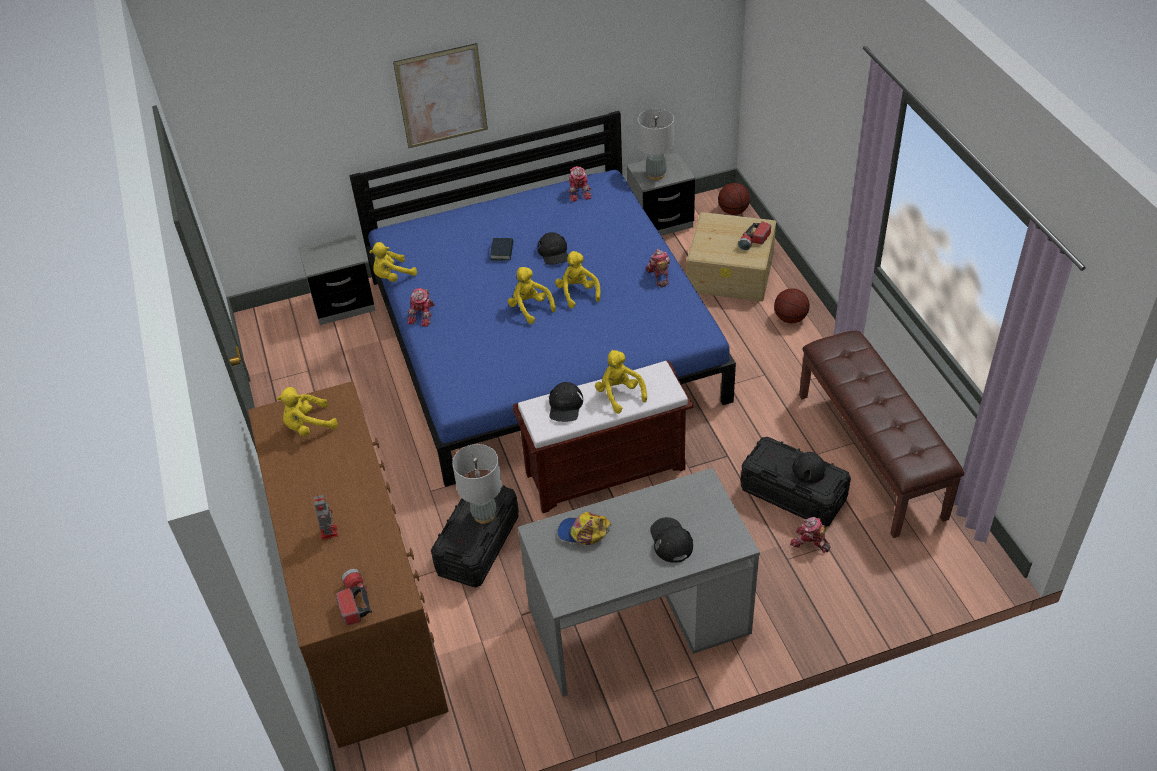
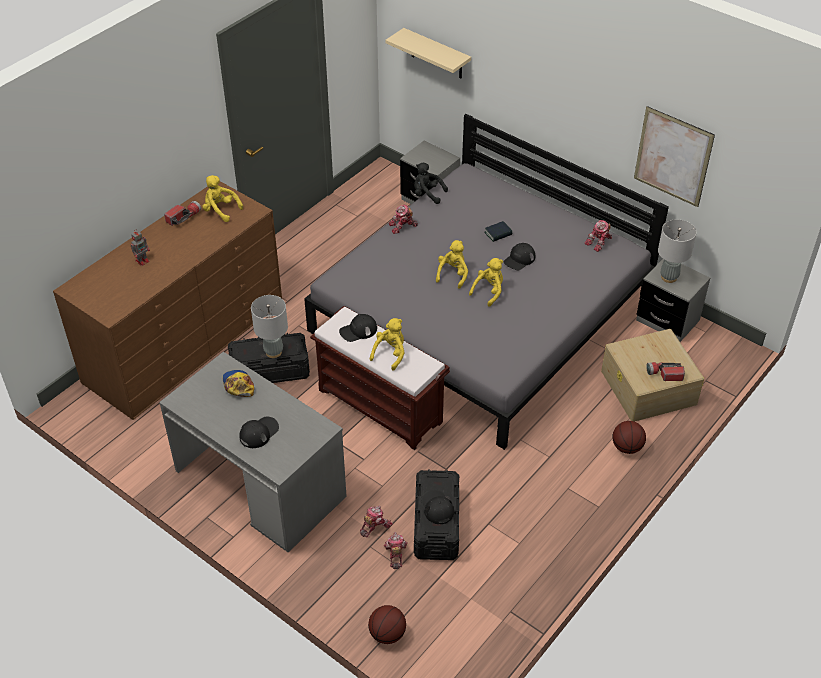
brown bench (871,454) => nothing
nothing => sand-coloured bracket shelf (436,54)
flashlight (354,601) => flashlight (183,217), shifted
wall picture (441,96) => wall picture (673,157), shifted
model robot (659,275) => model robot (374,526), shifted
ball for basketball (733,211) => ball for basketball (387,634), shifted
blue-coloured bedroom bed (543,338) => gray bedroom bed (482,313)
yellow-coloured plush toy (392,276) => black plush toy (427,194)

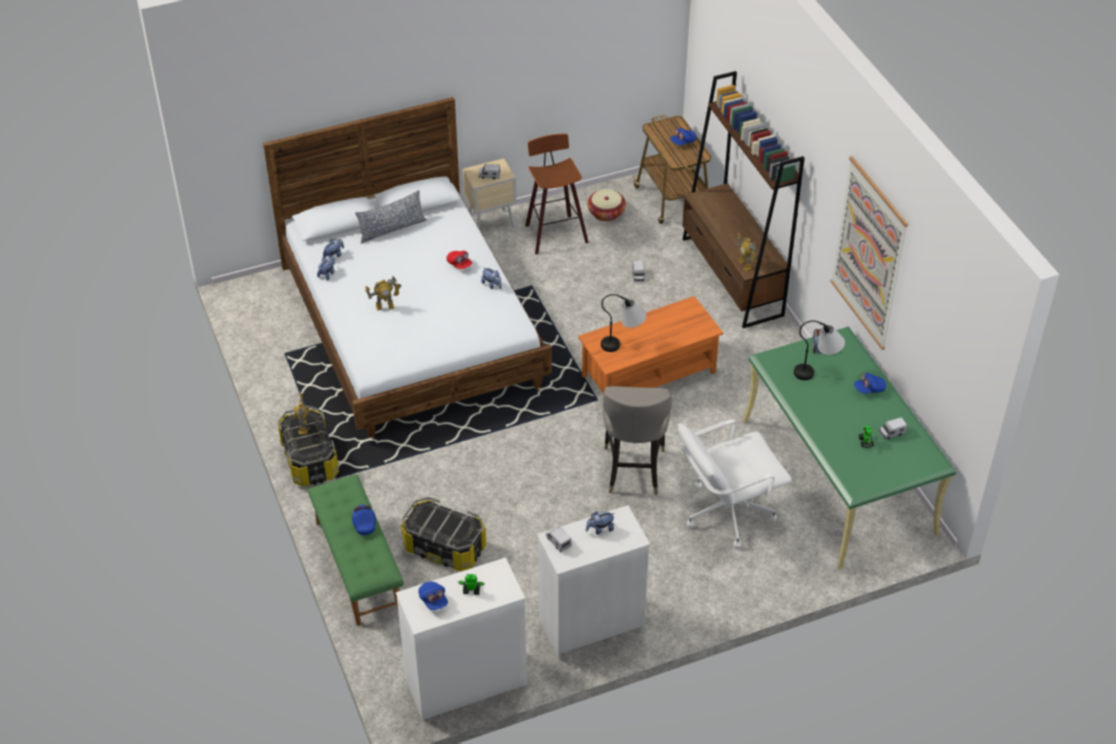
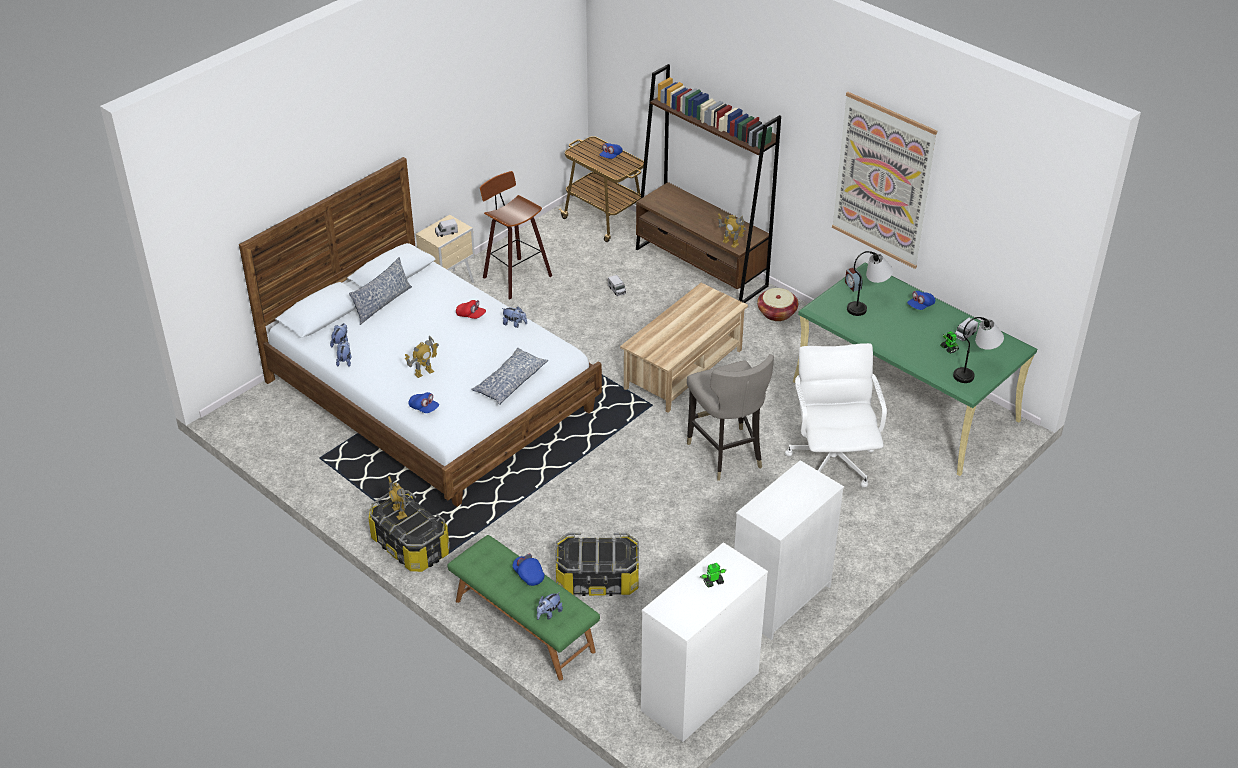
toy lorry (558,541) => nothing
nothing => pillow (509,382)
blue-coloured cap (433,600) => blue-coloured cap (424,408), shifted
plush toy (600,529) => plush toy (549,613), shifted
basket (606,213) => basket (777,313), shifted
lamp for a table (623,345) => lamp for a table (975,372), shifted
orangey low table (648,375) => sand-coloured low table (683,369)
white-coloured office chair (727,512) => white-coloured office chair (832,461), 135 degrees clockwise

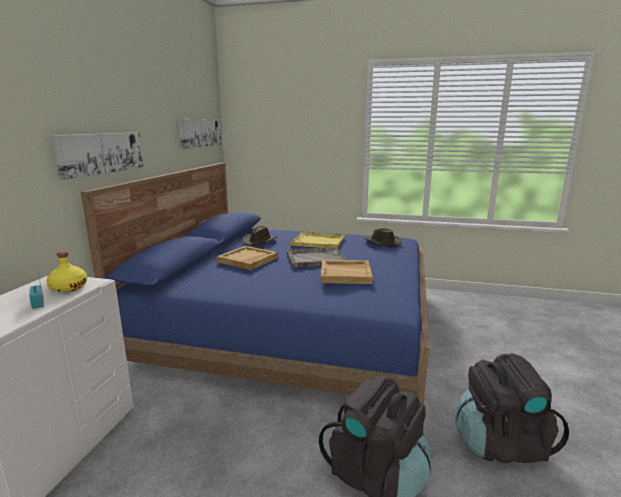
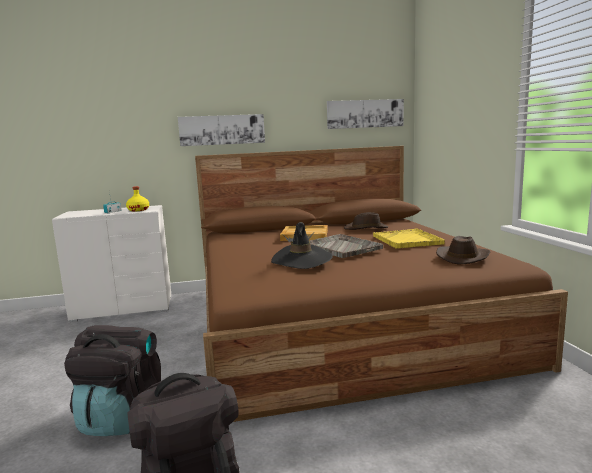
sand-coloured tray (346,274) => black wearable hat (301,260)
blue-coloured bedroom bed (293,323) => brown bedroom bed (340,321)

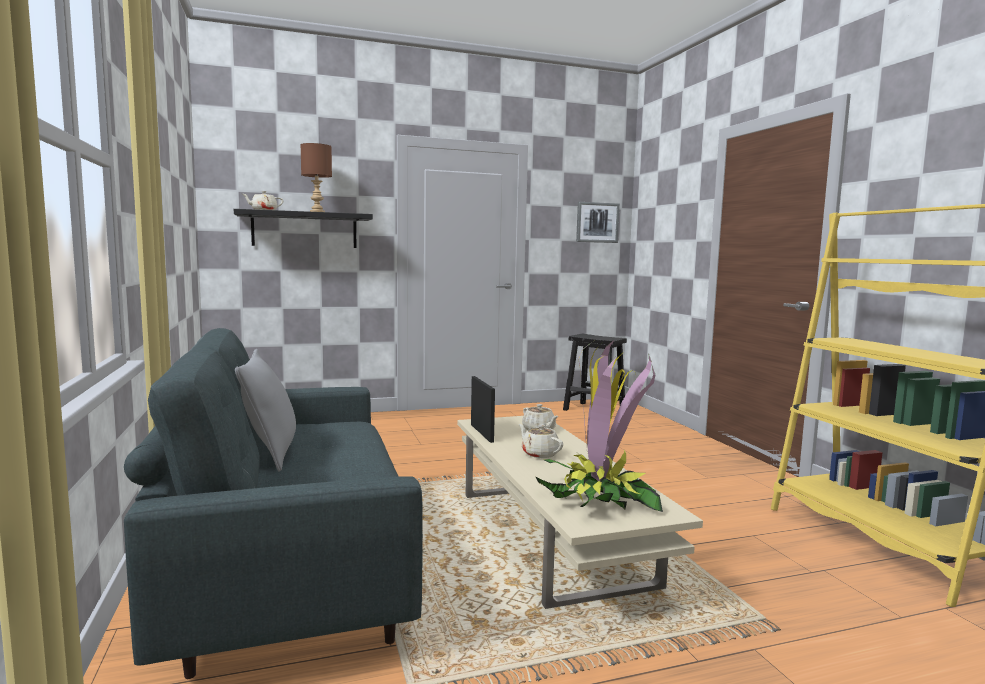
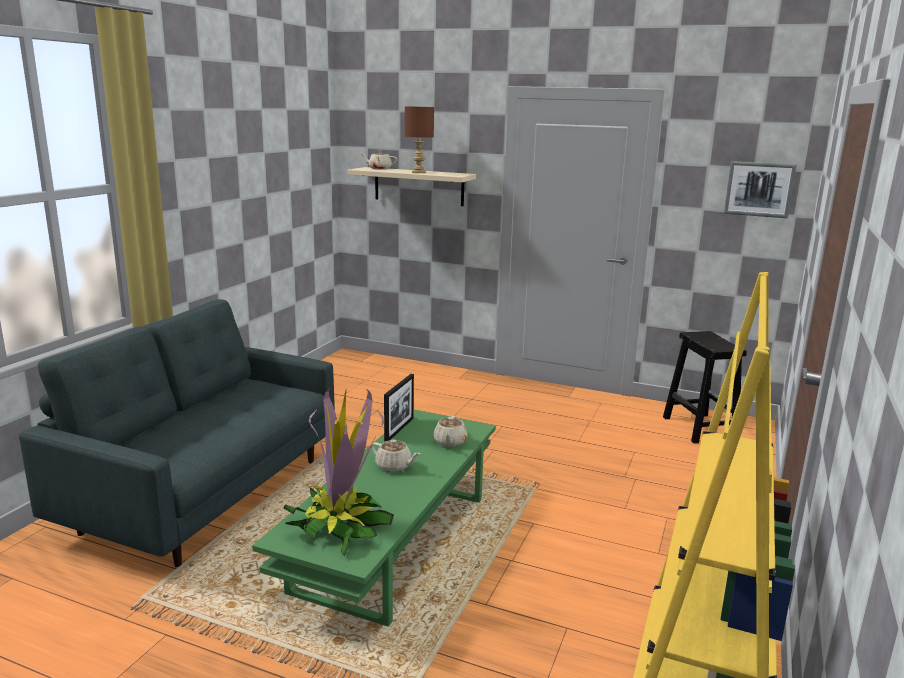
gray pillow (271,453) => nothing
black bracket shelf (305,230) => sand-coloured bracket shelf (418,186)
sand-coloured low table (549,535) => green low table (394,542)
sand-coloured pot for tea (539,454) => sand-coloured pot for tea (394,466), 120 degrees clockwise

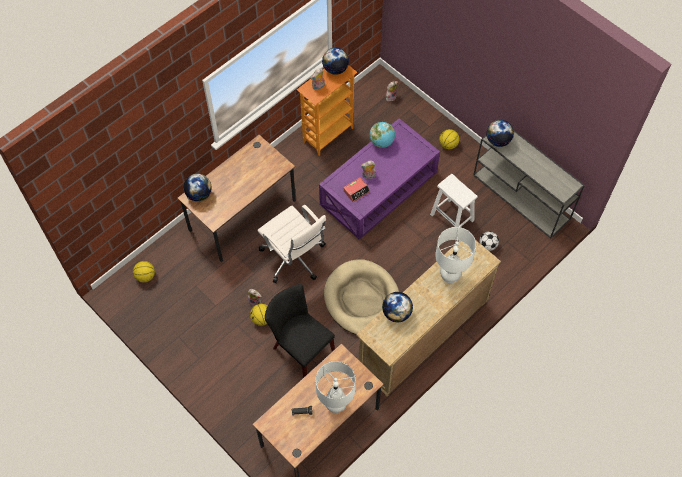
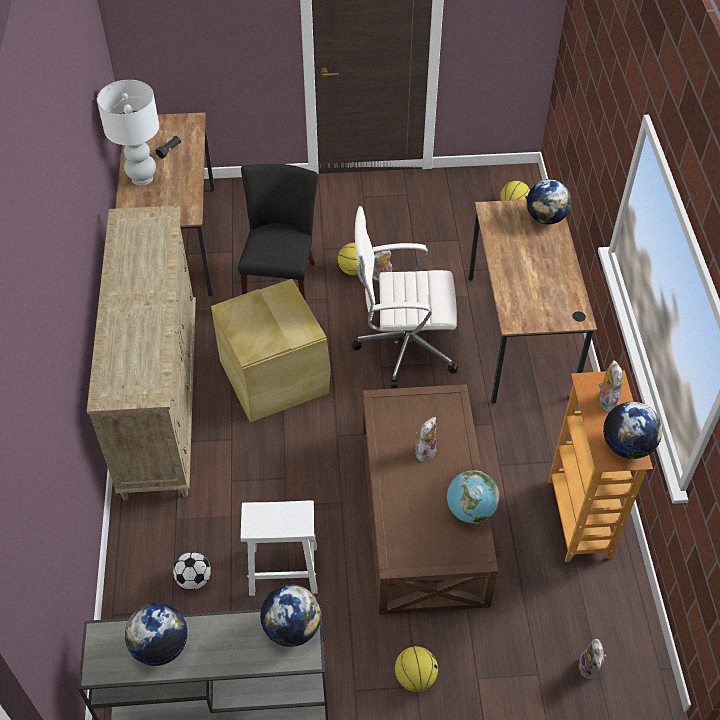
alarm clock (356,191) => nothing
white-coloured lamp for a table (449,276) => nothing
desk globe (396,313) => desk globe (160,646), shifted
sand-coloured pet bed (362,300) => sand-coloured storage bin (274,375)
purple low table (378,187) => brown low table (424,514)
black plain chair (300,347) => black plain chair (282,280), 75 degrees counterclockwise

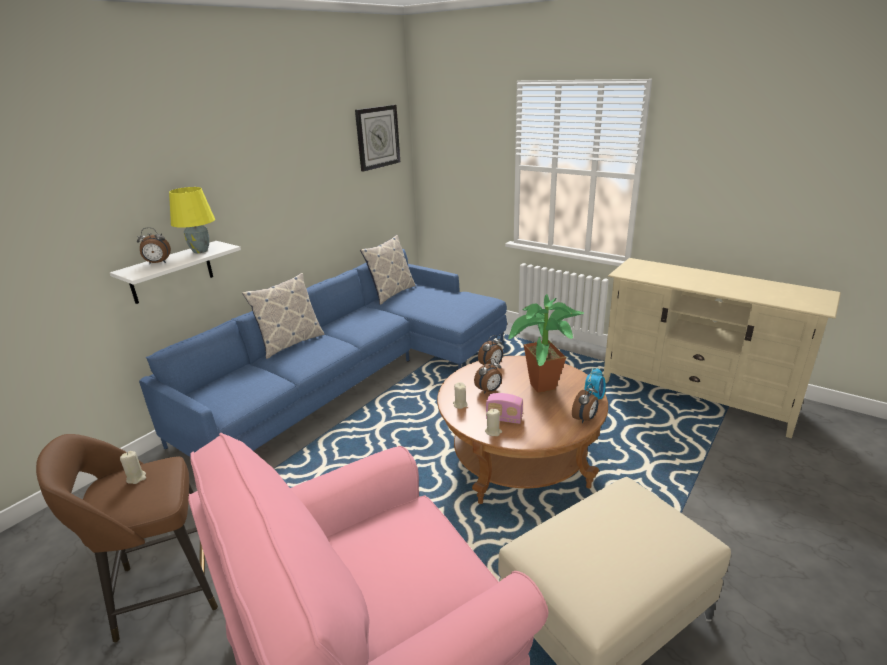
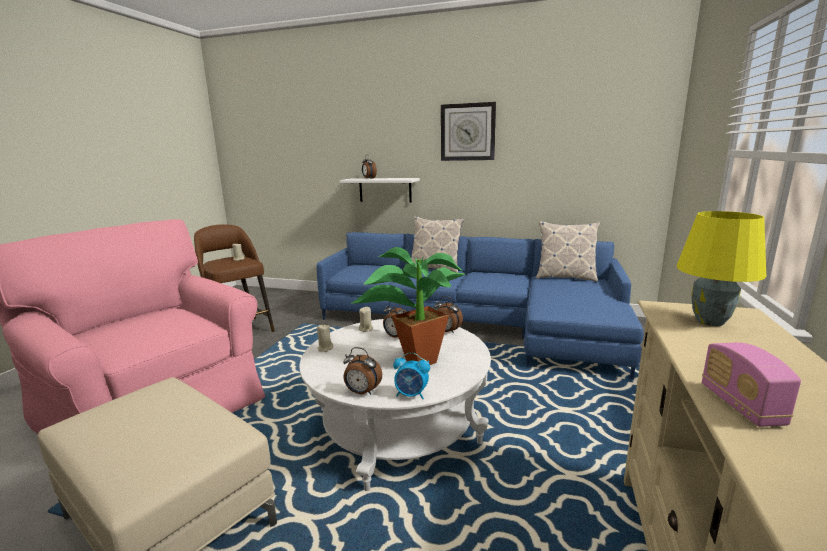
yellow-coloured lamp for a table (200,251) => yellow-coloured lamp for a table (708,321), shifted
hanging clock (377,137) => hanging clock (467,132), shifted
radio (504,419) => radio (740,405), shifted
brown low table (519,459) => white-coloured low table (398,430)

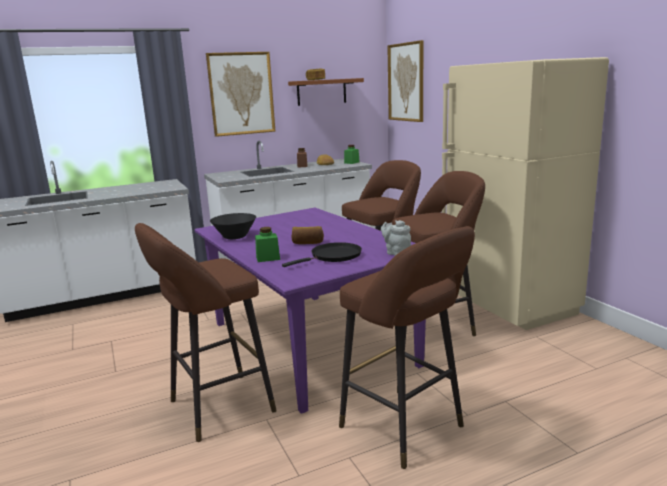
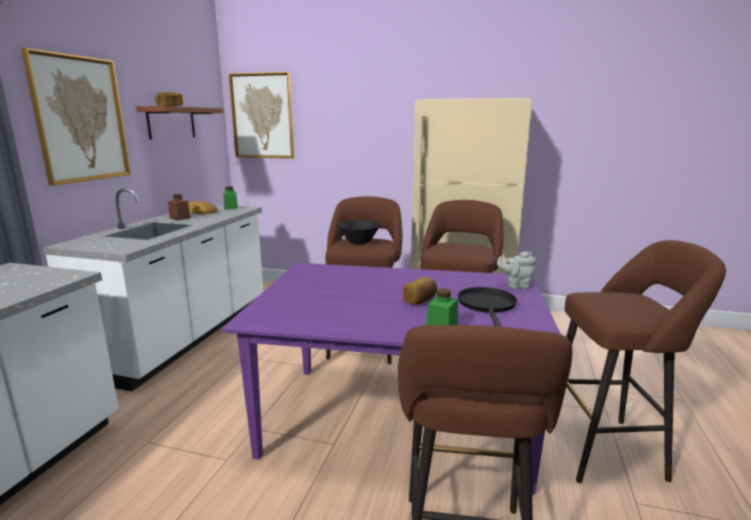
black deep dish (235,237) => black deep dish (359,242), shifted

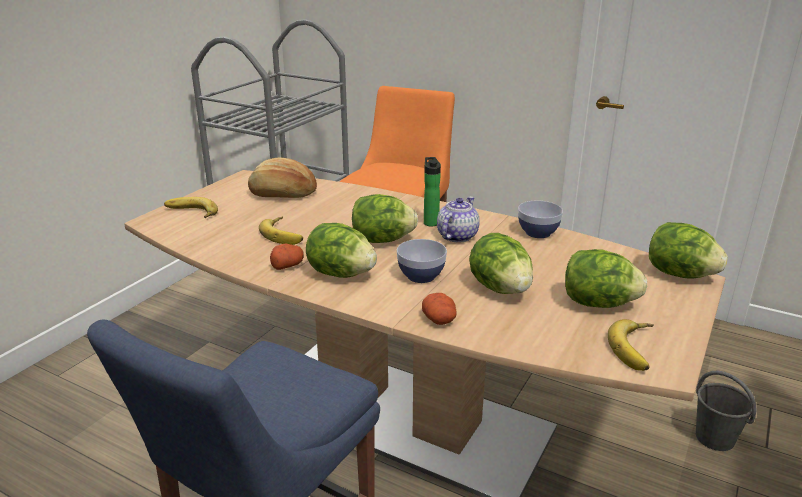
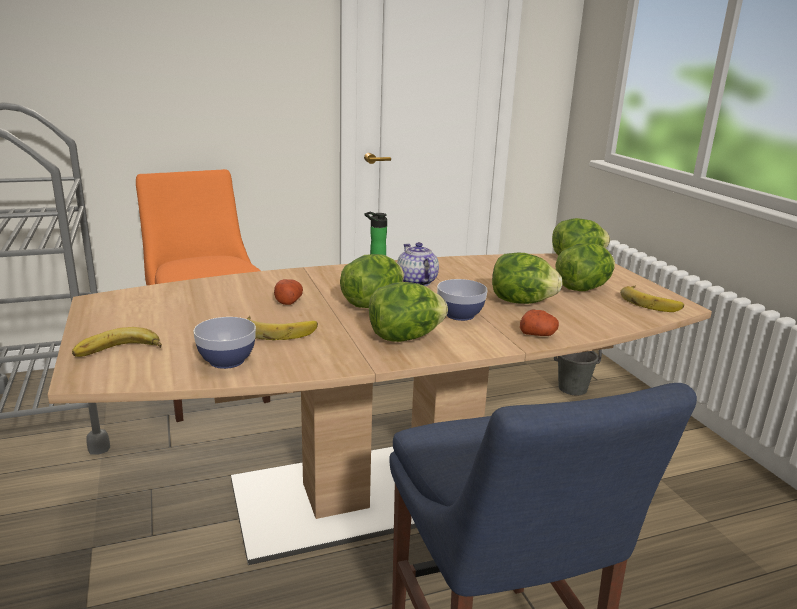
baked bread (283,194) => nothing
whole potato (287,265) => whole potato (288,301), shifted
deep dish (537,232) => deep dish (226,360), shifted

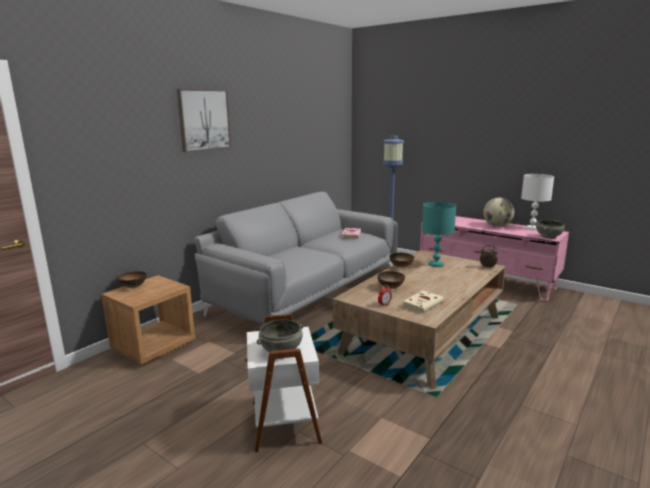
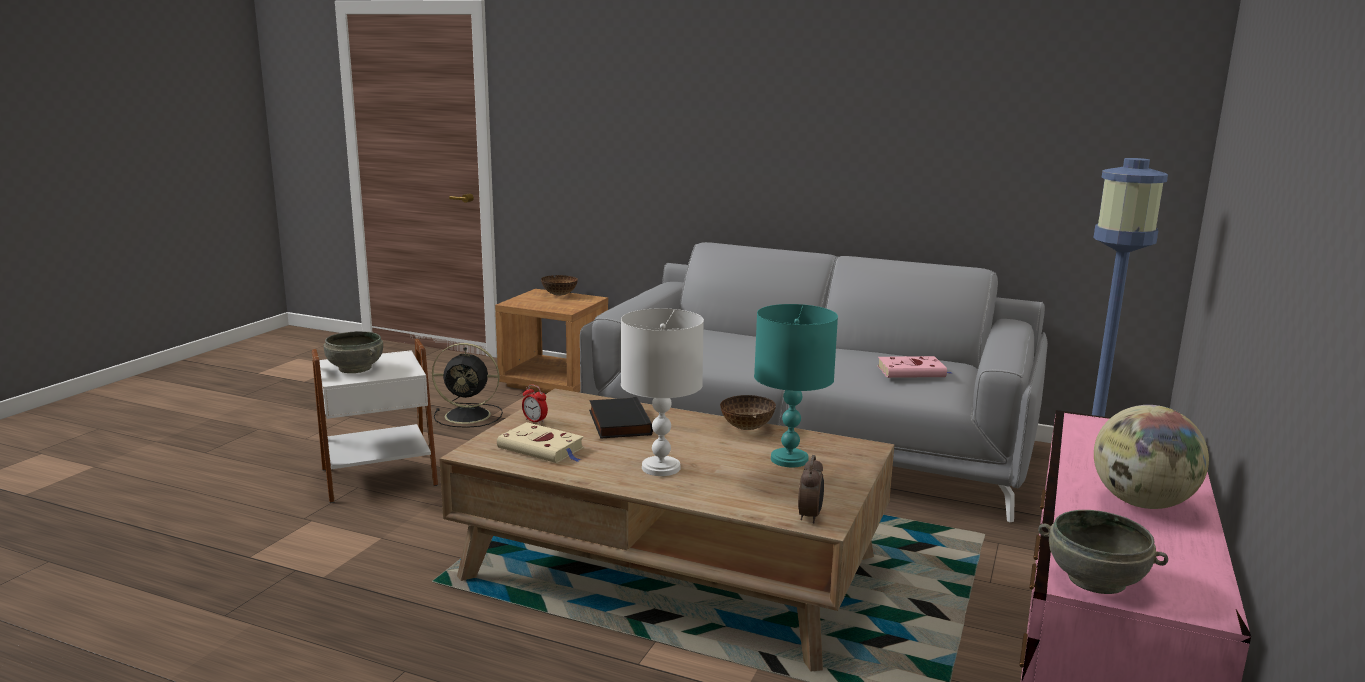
wall picture (204,120) => nothing
nothing => black fan (470,415)
white-coloured lamp for a table (532,228) => white-coloured lamp for a table (660,468), shifted
deep dish (390,288) => black volume (617,422)

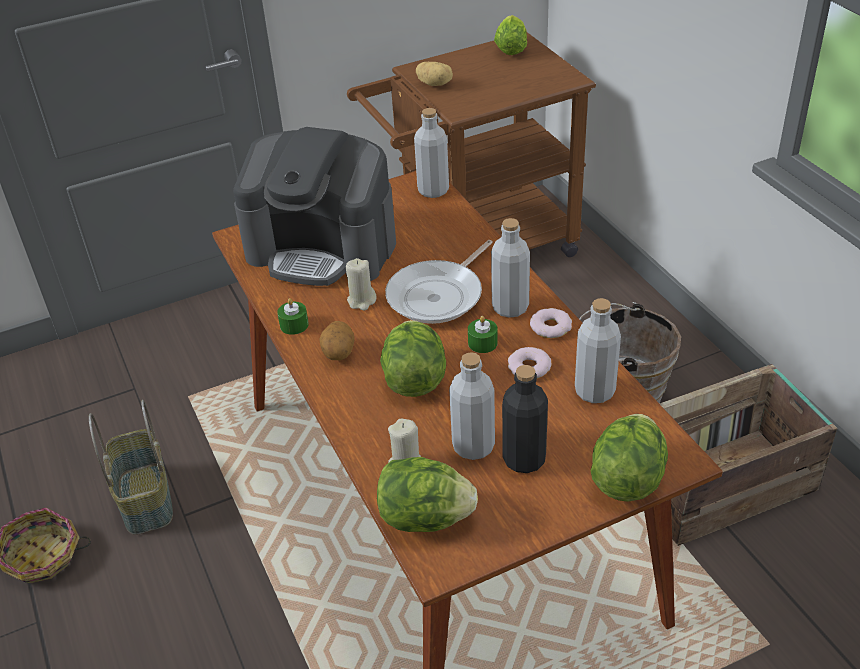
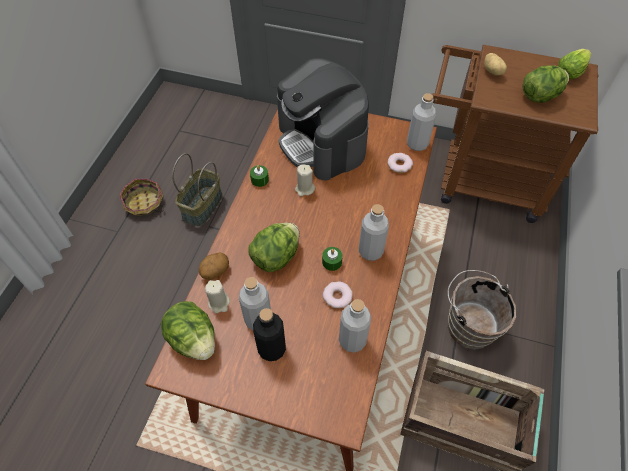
skillet (438,295) => nothing
whole potato (338,353) => whole potato (215,271), shifted
doughnut (550,327) => doughnut (399,164), shifted
head of lettuce (627,479) => head of lettuce (540,96), shifted

